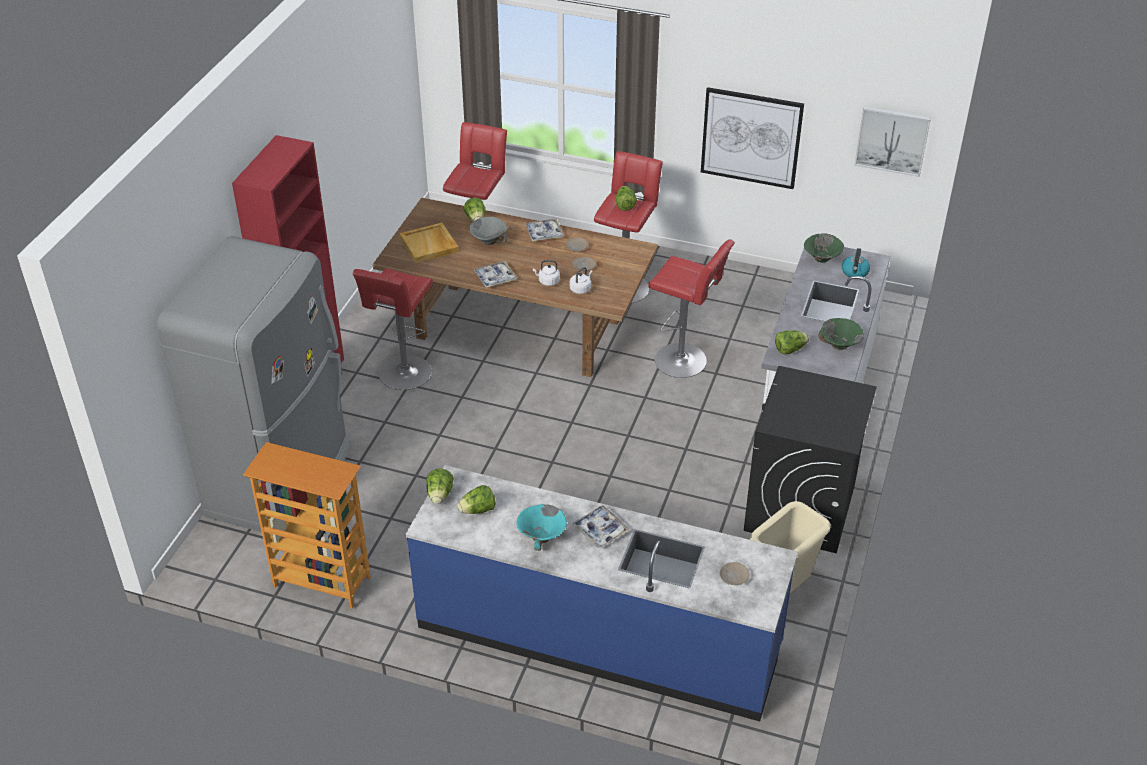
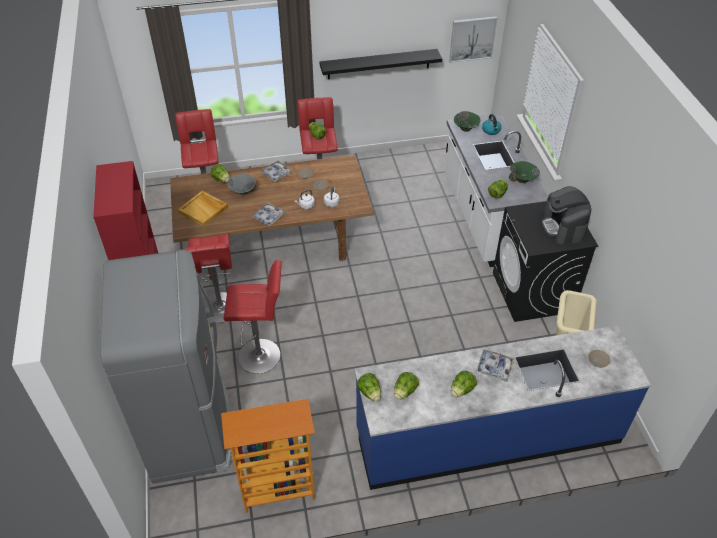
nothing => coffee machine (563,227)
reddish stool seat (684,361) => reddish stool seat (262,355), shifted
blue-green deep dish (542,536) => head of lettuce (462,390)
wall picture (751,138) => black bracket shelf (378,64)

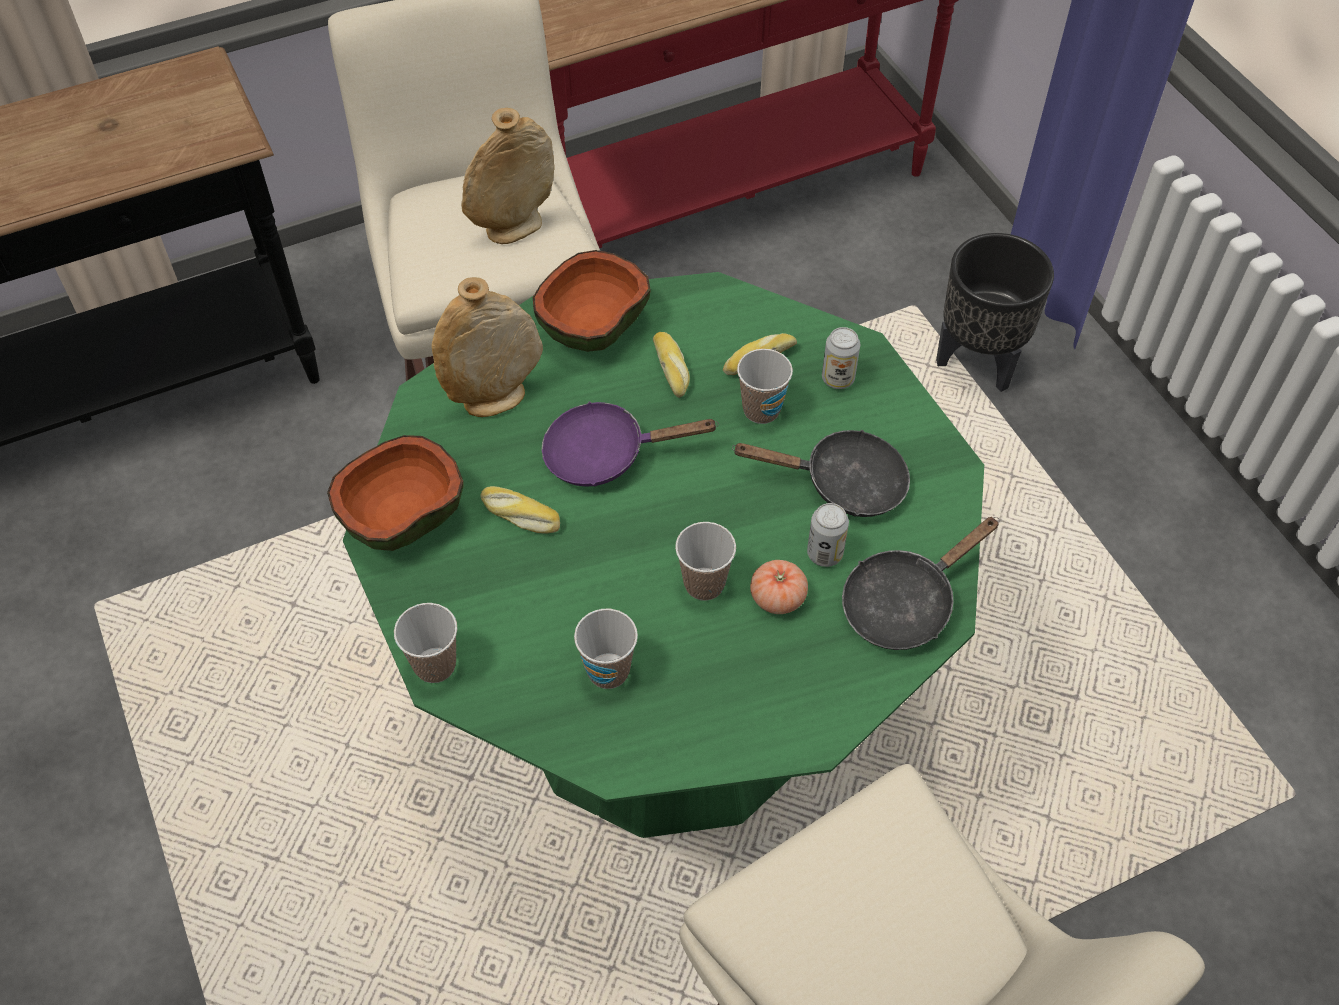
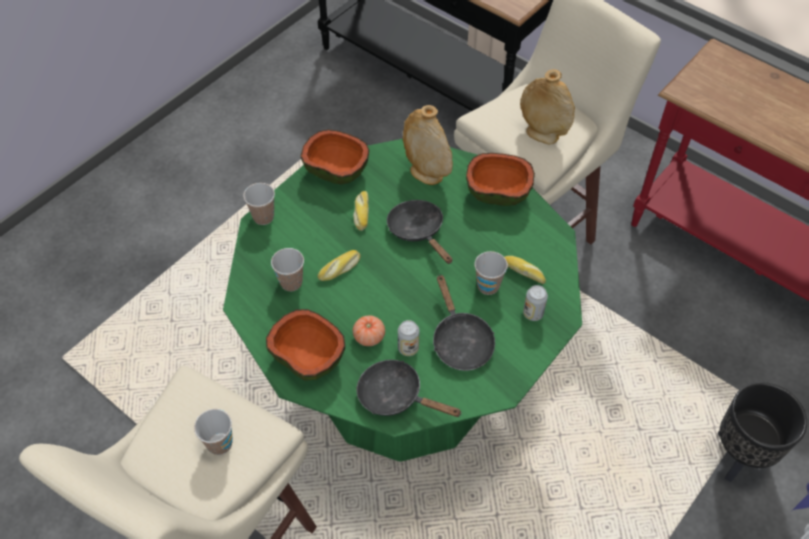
nothing => deep dish (307,358)
baked bread (672,369) => baked bread (340,269), shifted
cup (704,584) => cup (220,444), shifted
purple skillet (605,454) => black skillet (418,231)

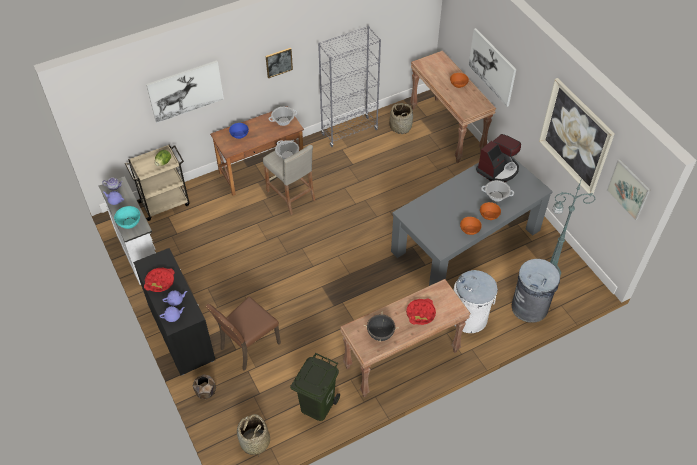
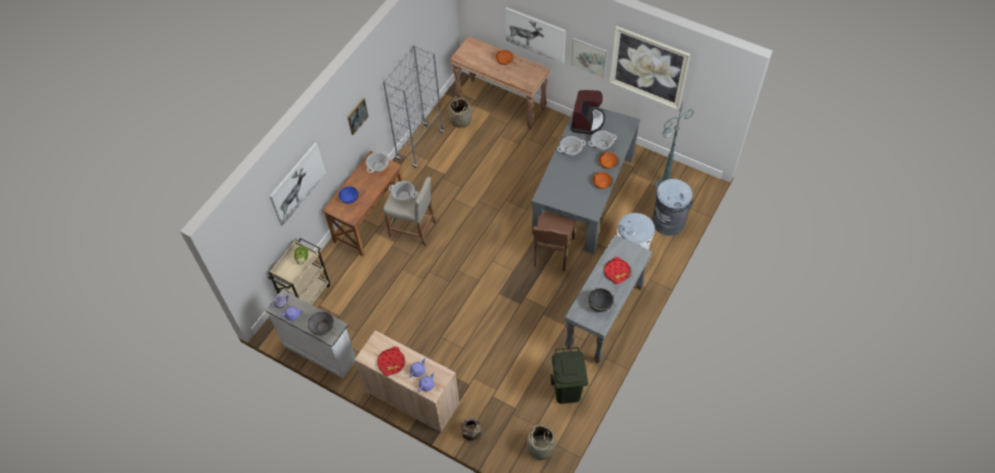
nothing => stockpot (571,150)
brown plain chair (248,346) => brown plain chair (552,253), shifted
wall picture (628,189) => wall picture (589,57), shifted
blue-green deep dish (129,223) => gray deep dish (322,328)
black storage cabinet (181,332) => sand-coloured storage cabinet (412,397)
brown narrow table (401,360) => gray narrow table (604,318)

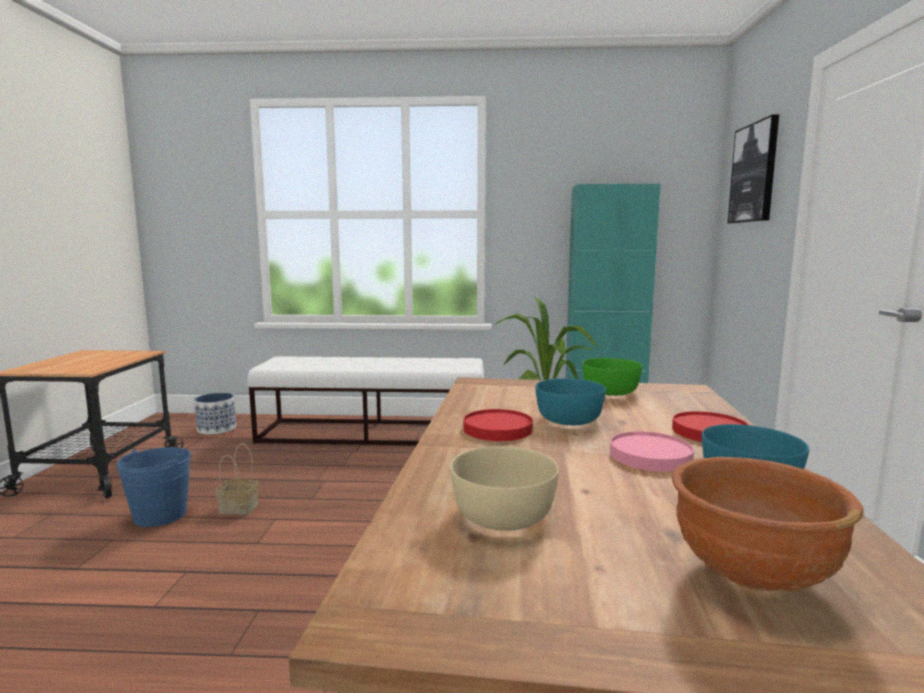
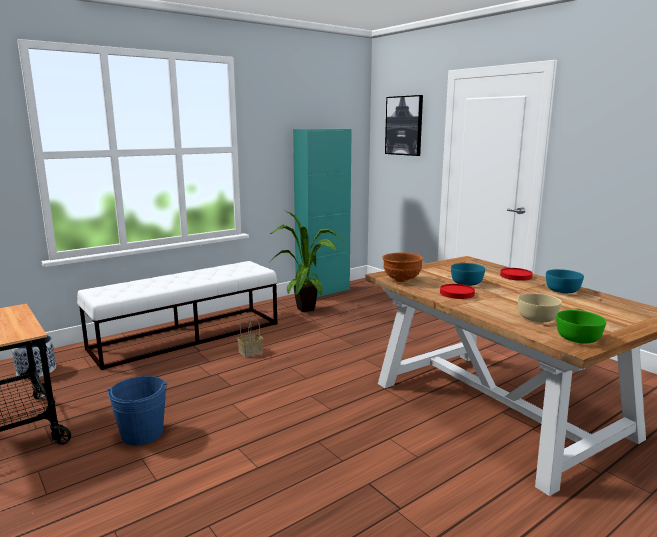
pinkish flat dish (651,456) => nothing
basket (240,508) => basket (251,352), shifted
green deep dish (609,391) => green deep dish (577,338), shifted
brown deep dish (751,575) => brown deep dish (401,280), shifted

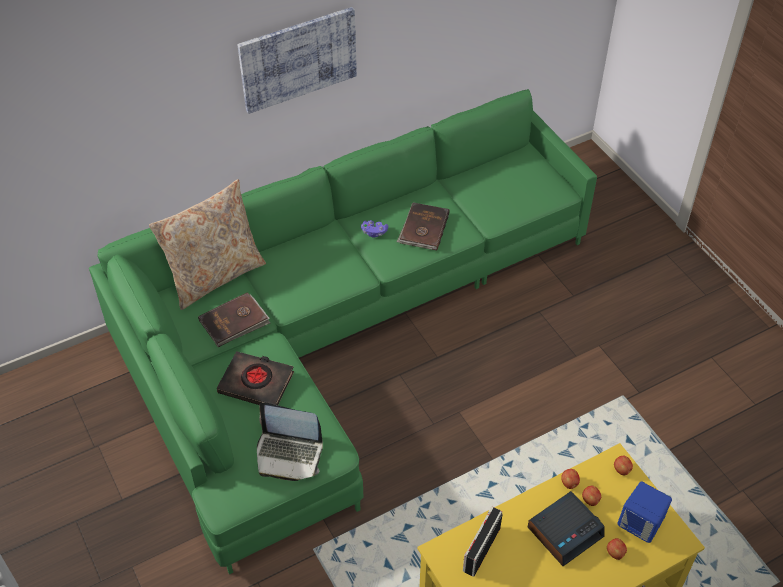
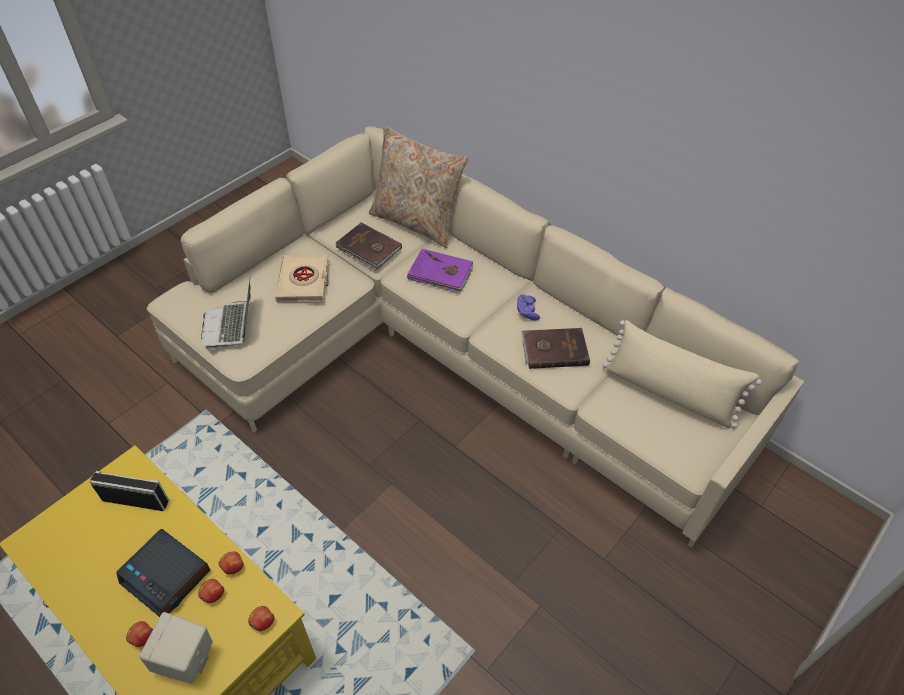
wall picture (298,59) => nothing
nothing => purple volume (440,273)
nothing => sand-coloured pillow (669,393)
green settee (333,333) => sand-coloured settee (448,354)
black volume (256,383) => sand-coloured volume (304,282)
blue-coloured speaker (640,524) => sand-coloured speaker (186,660)

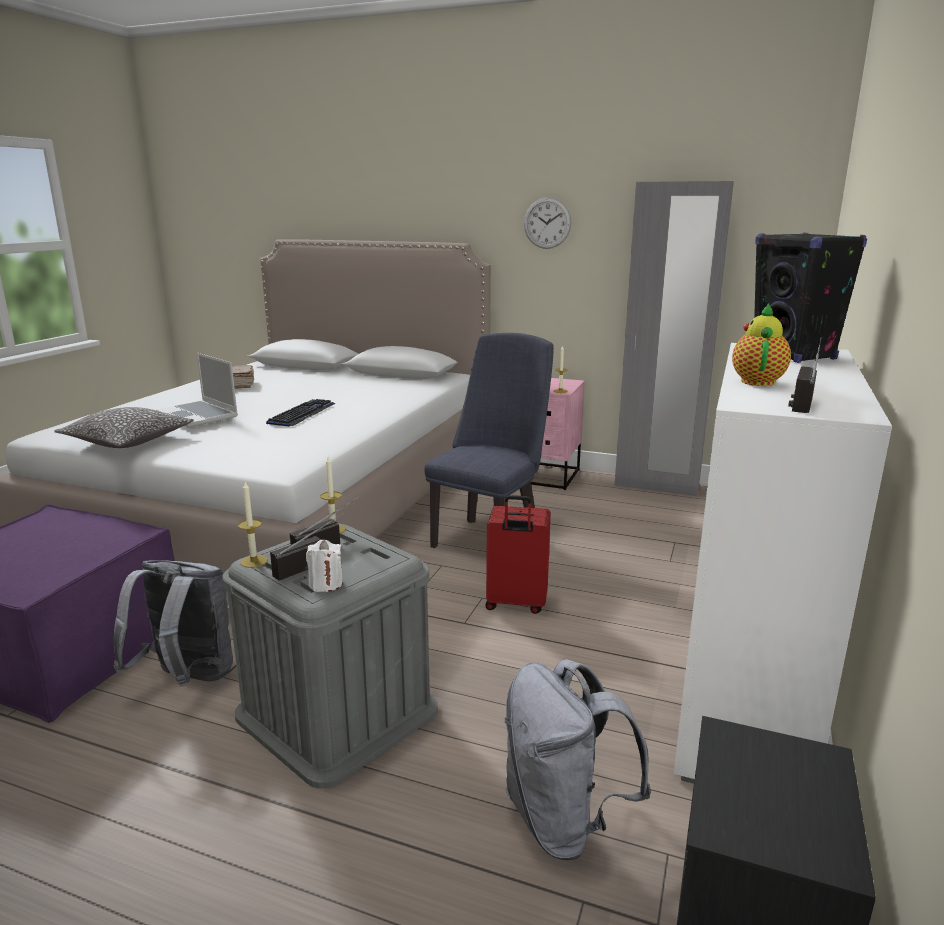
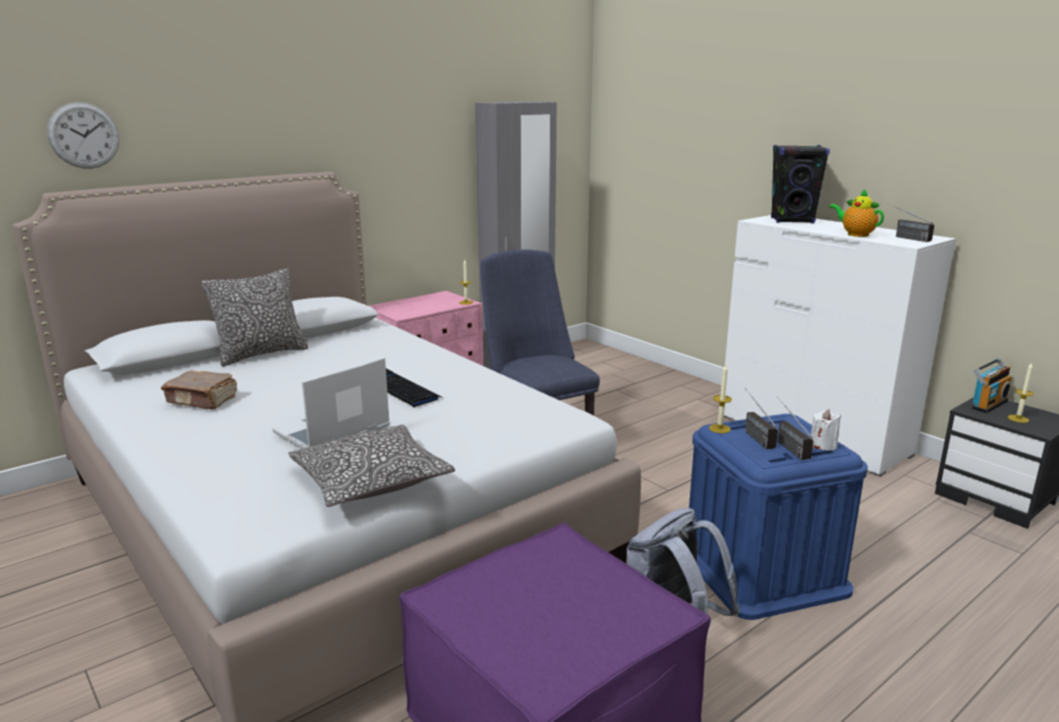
reddish travel case (516,604) => nothing
gray backpack (564,821) => nothing
nothing => pillow (261,354)
nothing => radio (987,404)
wax candle (254,561) => wax candle (1018,419), shifted
hanging clock (547,223) => hanging clock (84,135), shifted
gray storage bin (337,712) => blue-coloured storage bin (762,569)
portable computer (199,415) => portable computer (332,432), 150 degrees clockwise

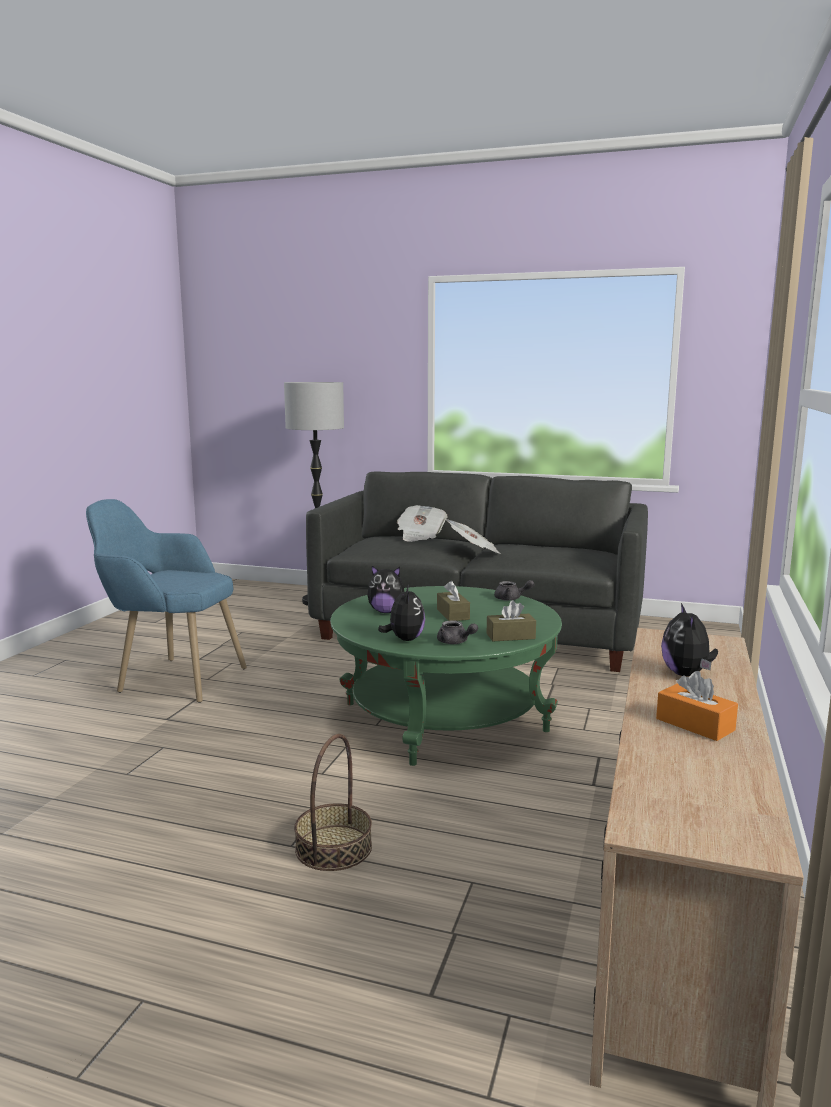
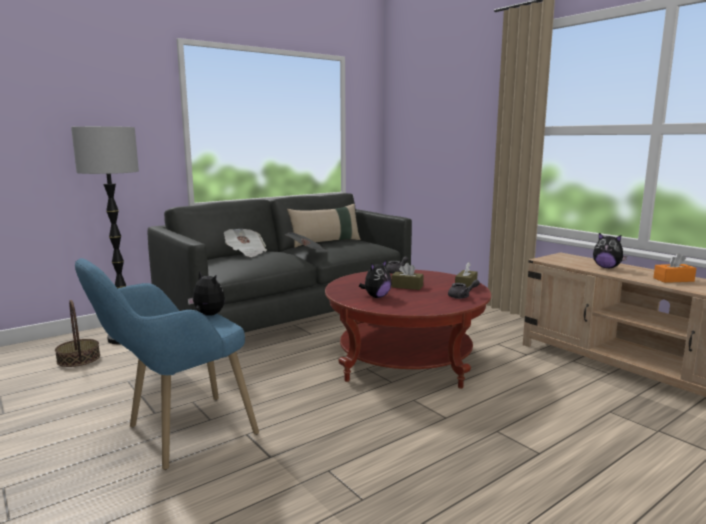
nothing => sand-coloured pillow (325,243)
basket (334,848) => basket (79,358), shifted
plush toy (404,639) => plush toy (207,315), shifted
green low table (444,717) => reddish low table (405,361)

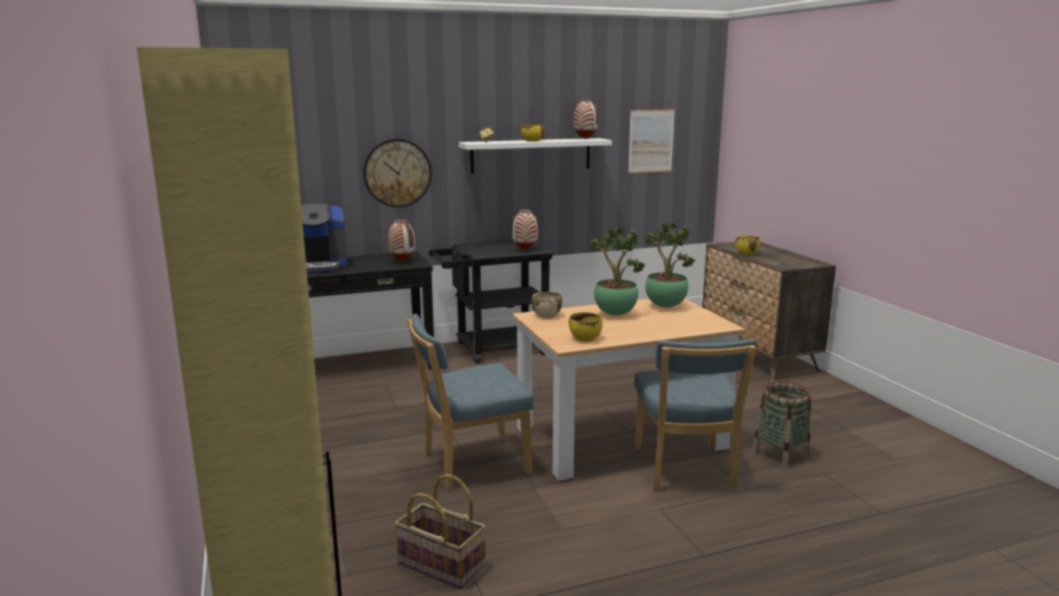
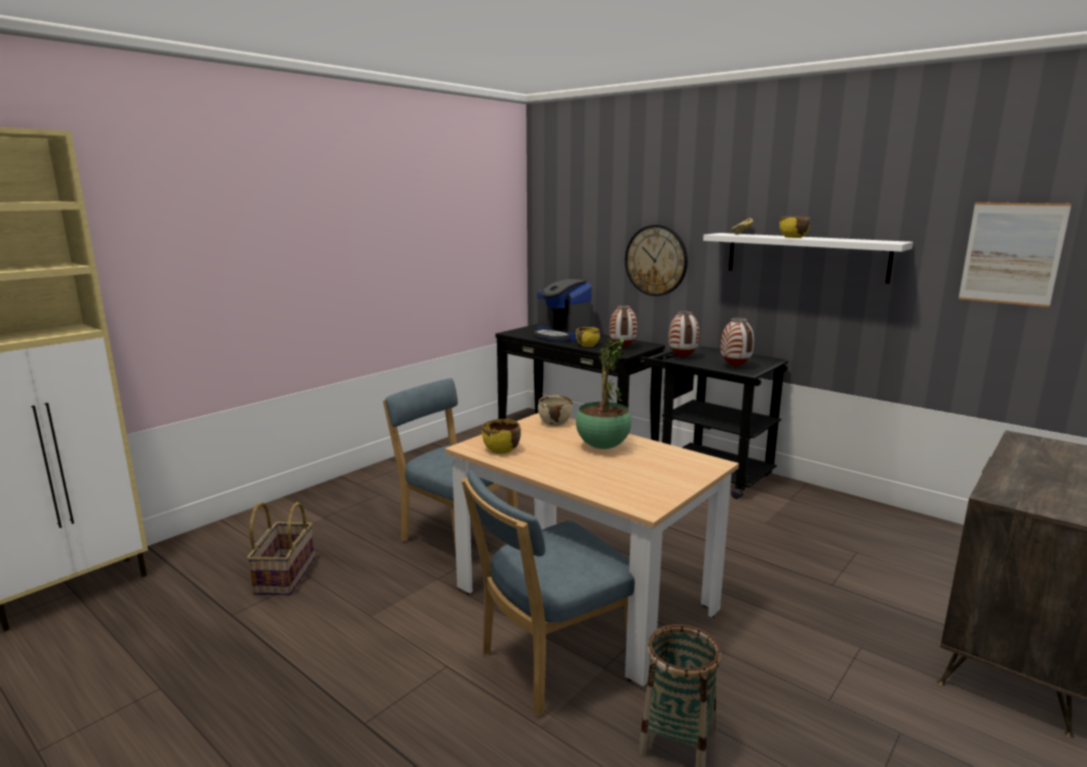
potted plant (664,306) => nothing
decorative vase (585,139) => decorative vase (683,357), shifted
yellow-coloured deep dish (746,253) => yellow-coloured deep dish (587,345), shifted

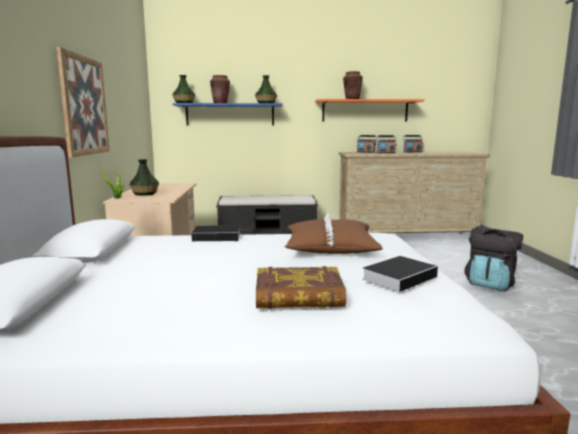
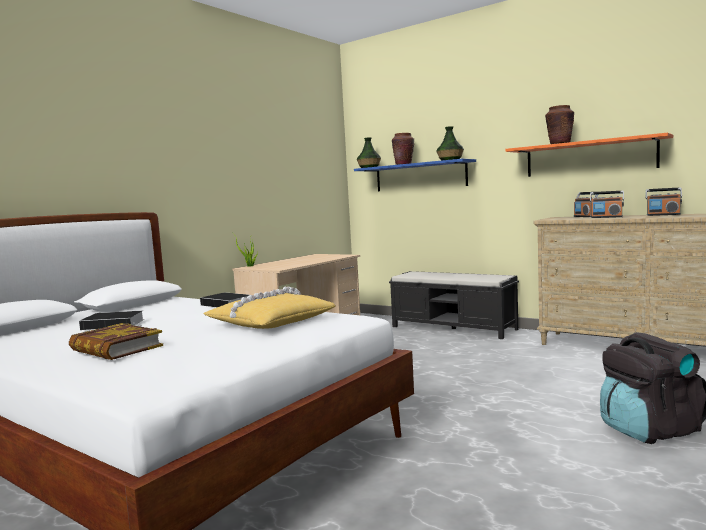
wall picture (84,106) => nothing
decorative vase (145,194) => nothing
volume (400,277) => volume (115,324), shifted
brown pillow (330,247) => yellow-coloured pillow (270,322)

